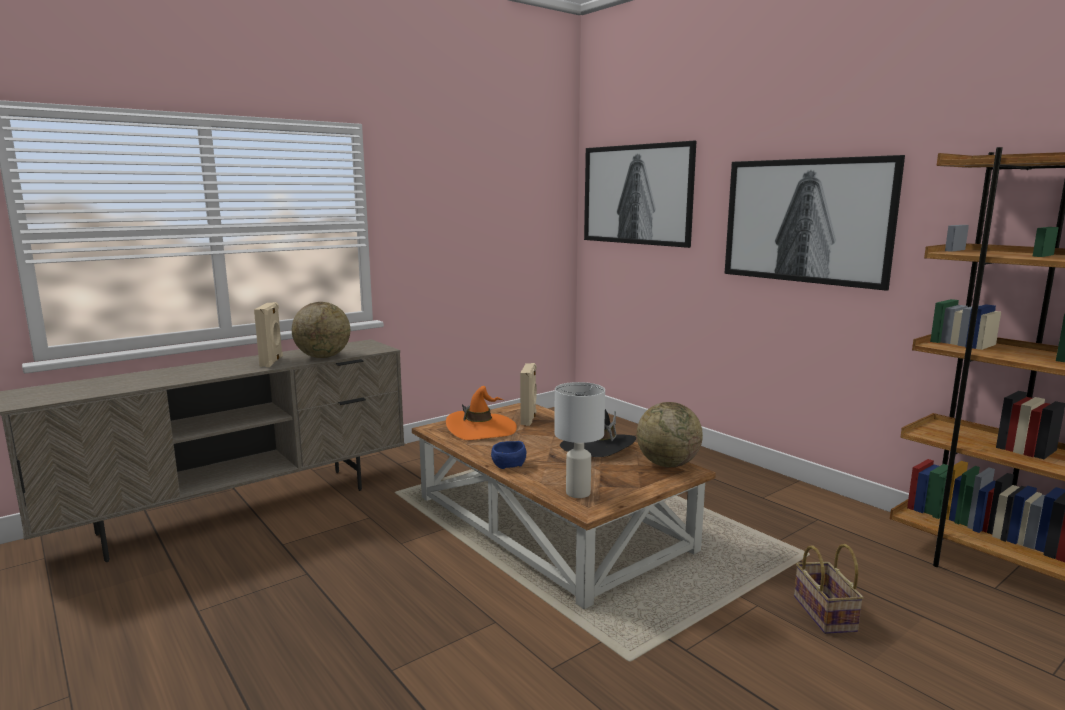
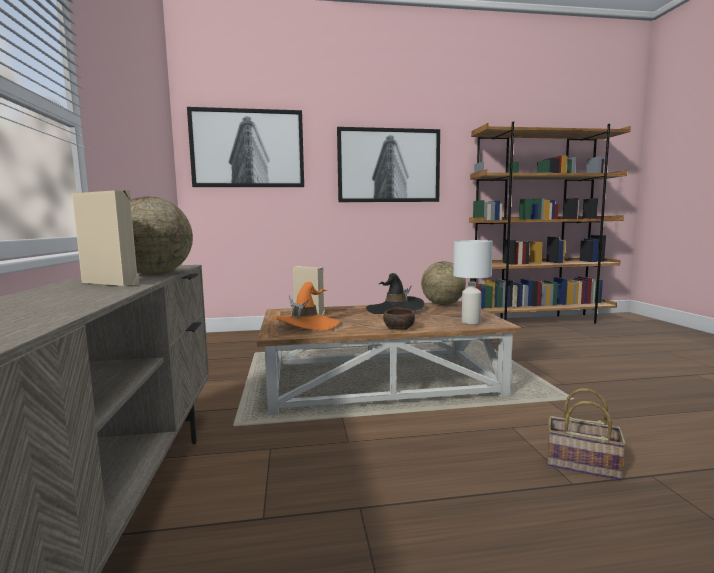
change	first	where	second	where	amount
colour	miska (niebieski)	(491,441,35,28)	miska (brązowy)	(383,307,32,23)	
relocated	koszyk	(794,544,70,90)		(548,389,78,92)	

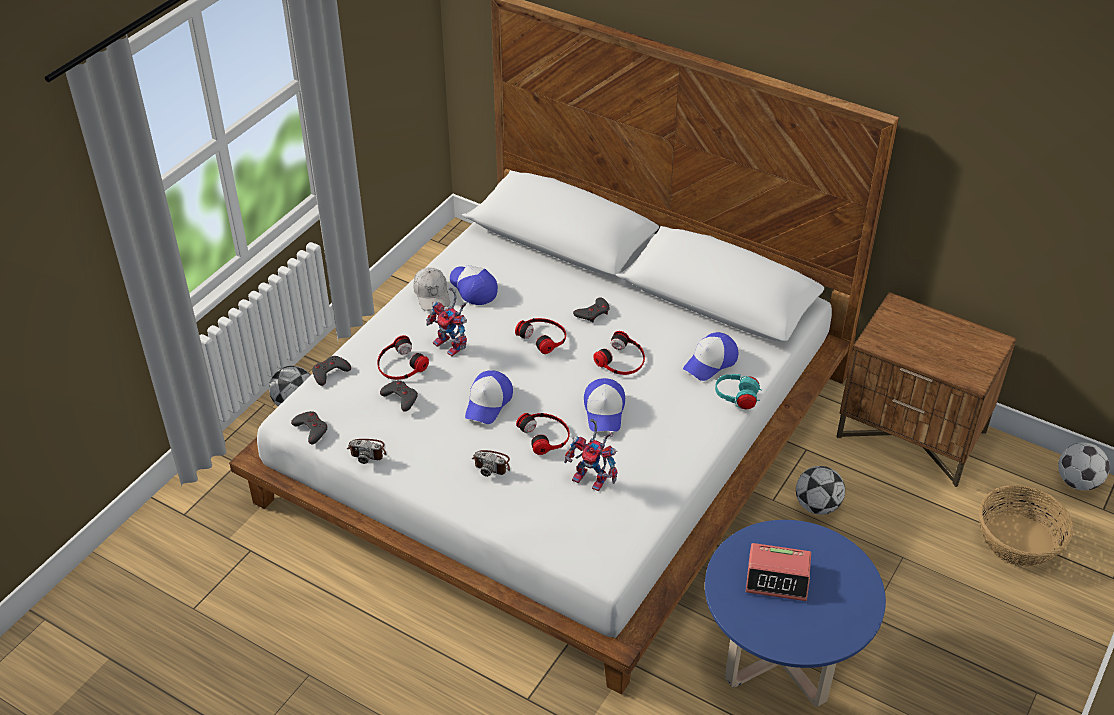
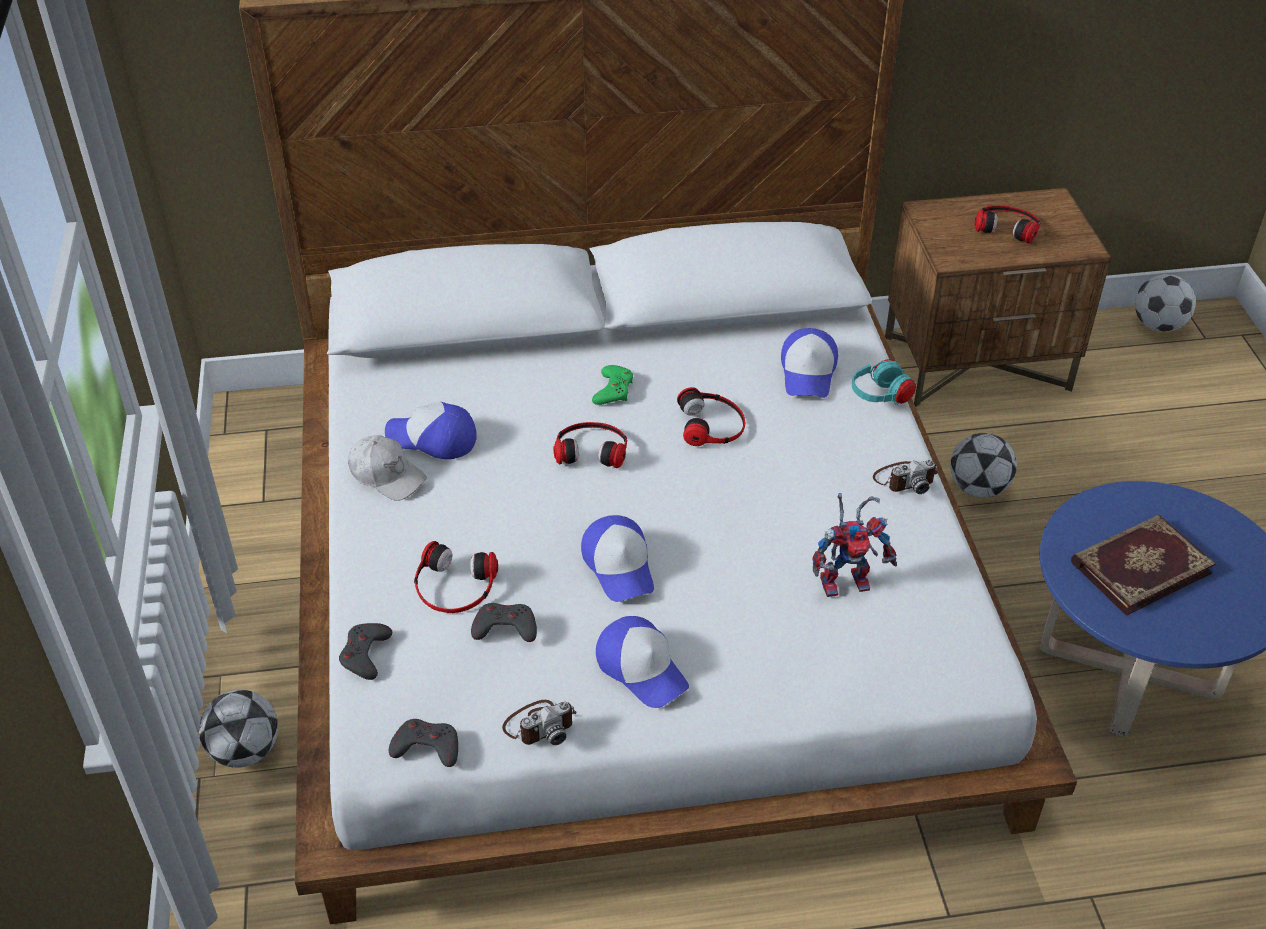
change	first	where	second	where	amount
missing	robot zabawkowy	(426,287,41,69)			
colour	pad do gier (szary)	(573,298,37,25)	pad do gier (zielony)	(592,365,41,40)	
relocated	czapka z daszkiem	(584,378,41,54)		(596,616,93,92)	
relocated	słuchawki	(516,413,54,42)		(975,205,65,38)	
relocated	aparat fotograficzny	(471,450,39,27)		(873,460,65,34)	
missing	koszyk	(979,485,94,82)			
exchanged	budzik	(746,543,65,58)	książka	(1071,515,145,101)	

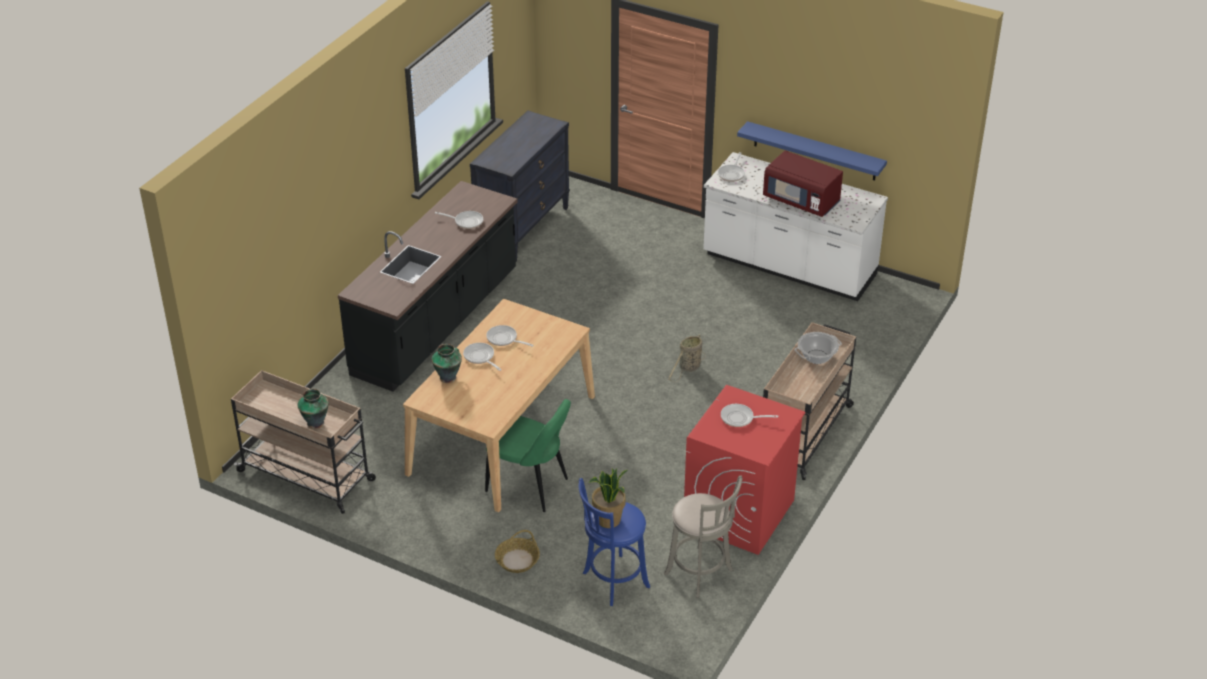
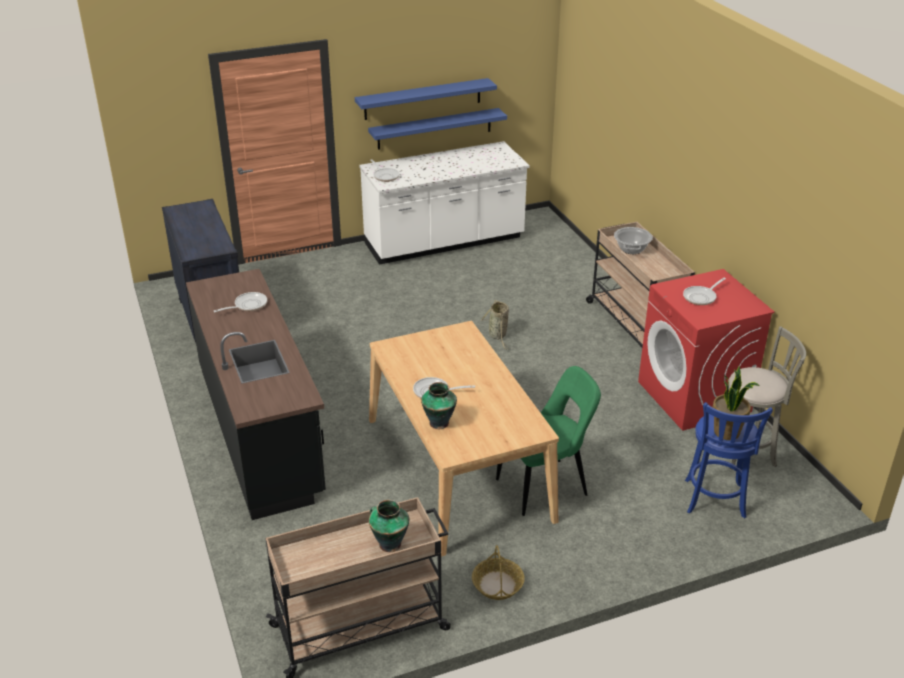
change	first	where	second	where	amount
missing	mikrofalówka (czerwony)	(763,150,80,67)			
missing	patelnia	(486,325,48,22)			
relocated	koszyk	(495,530,45,43)		(472,545,53,55)	
appeared			półka (niebieski)	(355,78,142,42)	

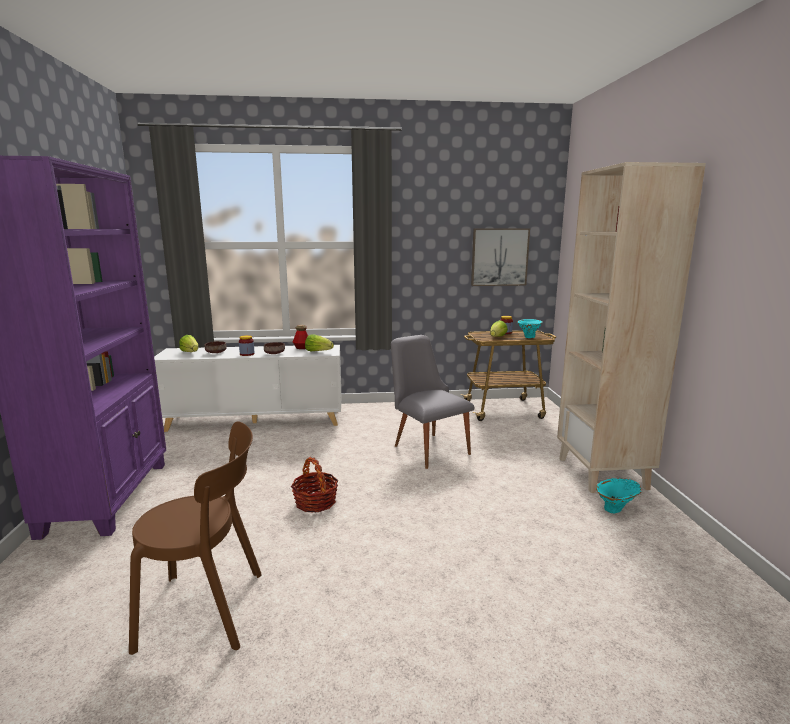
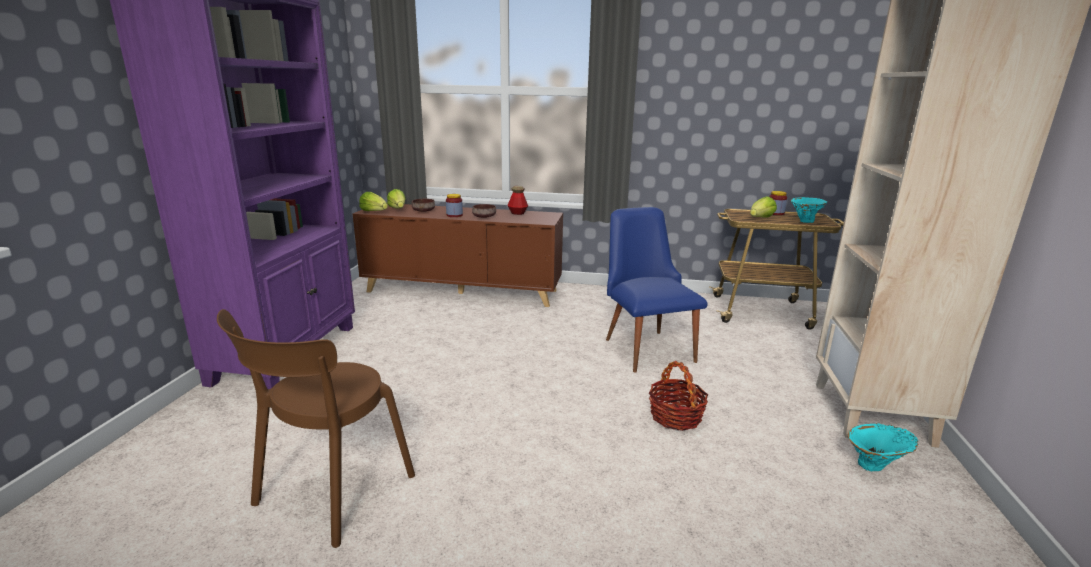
change	first	where	second	where	amount
missing	obraz	(471,228,59,58)			
relocated	sałata	(305,334,29,17)		(359,192,29,19)	
colour	krzesło (szary)	(391,335,84,134)	krzesło (niebieski)	(606,207,102,166)	
colour	szafka (biały)	(154,345,187,87)	szafka (brązowy)	(352,204,211,103)	
spun	krzesło (brązowy)	(129,421,133,234)		(217,309,198,239)	105 degrees clockwise
relocated	koszyk	(291,457,47,55)		(649,361,59,70)	

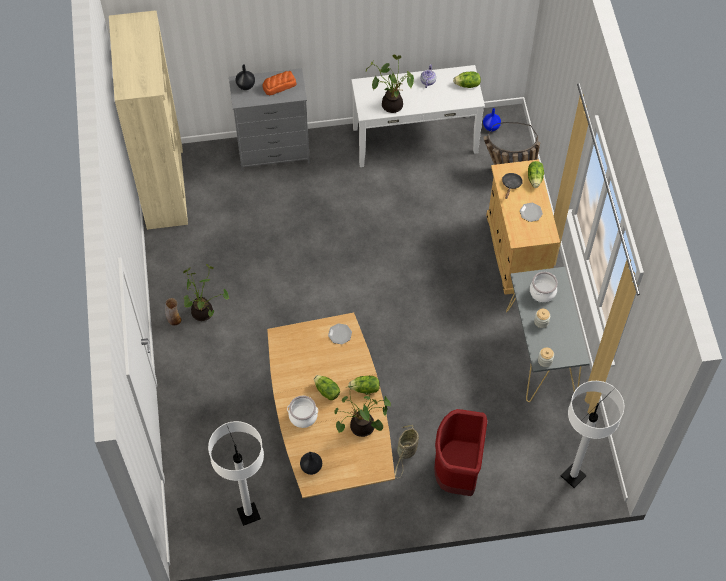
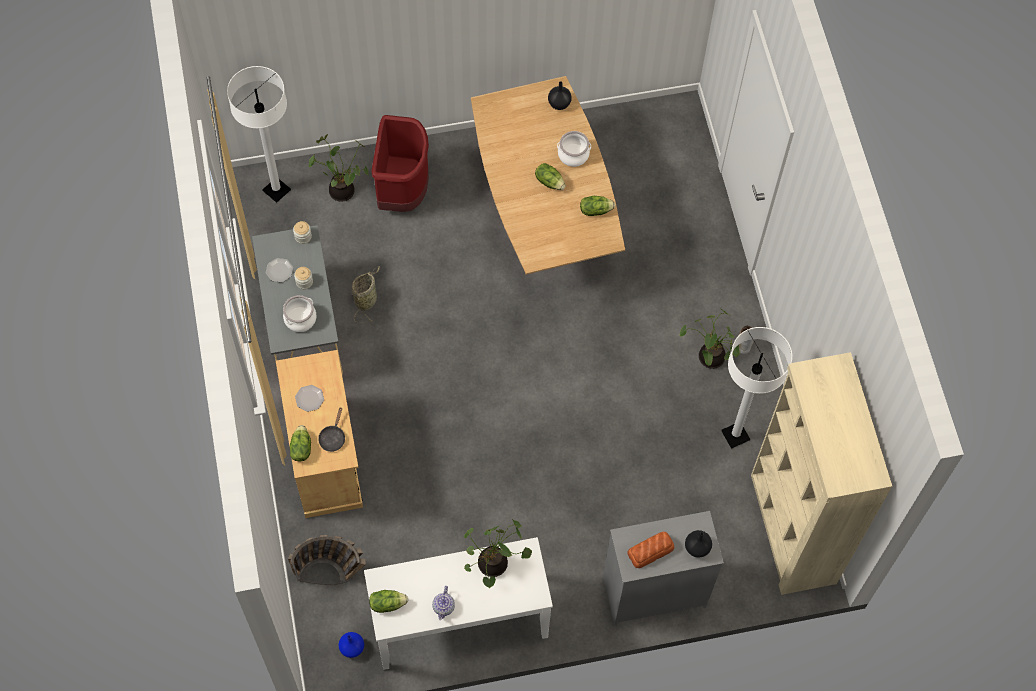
change	first	where	second	where	amount
relocated	talerz	(328,323,24,21)		(266,258,27,24)	
relocated	sałata	(348,376,32,18)		(580,196,35,20)	
relocated	roślina doniczkowa	(334,385,57,52)		(309,134,59,68)	
relocated	lampa stojąca (biały)	(208,421,56,105)		(721,327,71,122)	
relocated	koszyk	(395,424,24,54)		(352,266,28,57)	

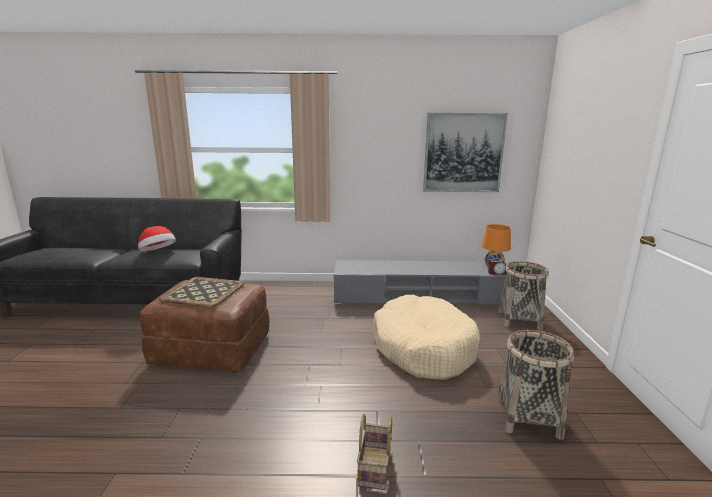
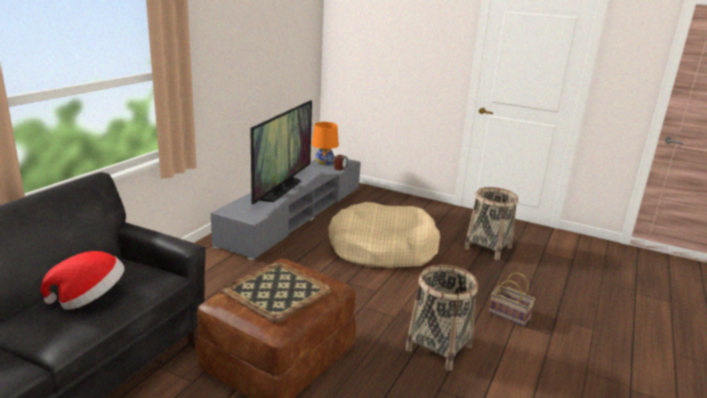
change	first	where	second	where	amount
missing	obraz	(423,113,85,79)			
relocated	koszyk	(499,261,50,69)		(405,265,73,106)	
appeared			telewizor	(250,100,62,104)	

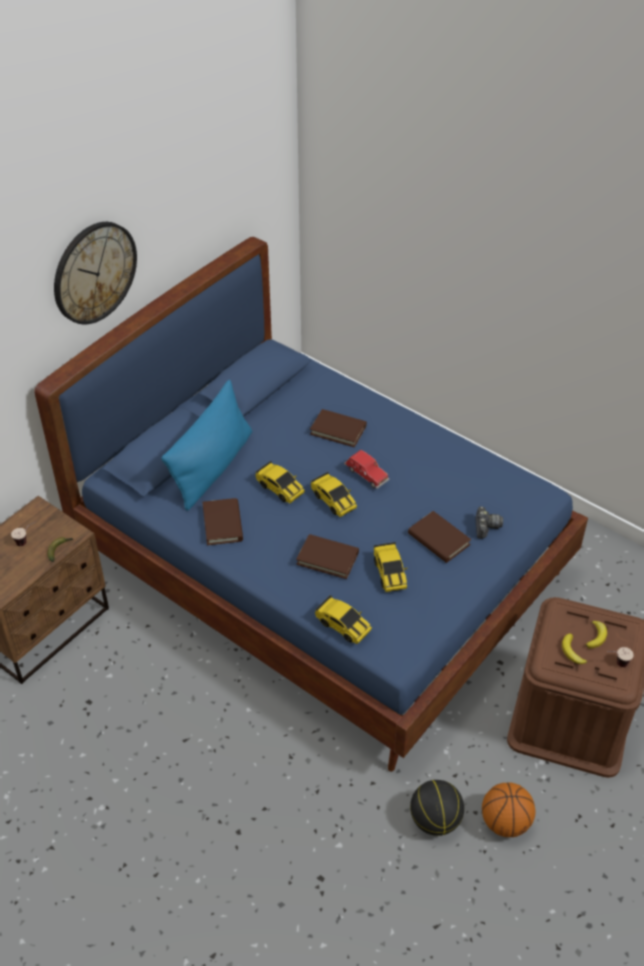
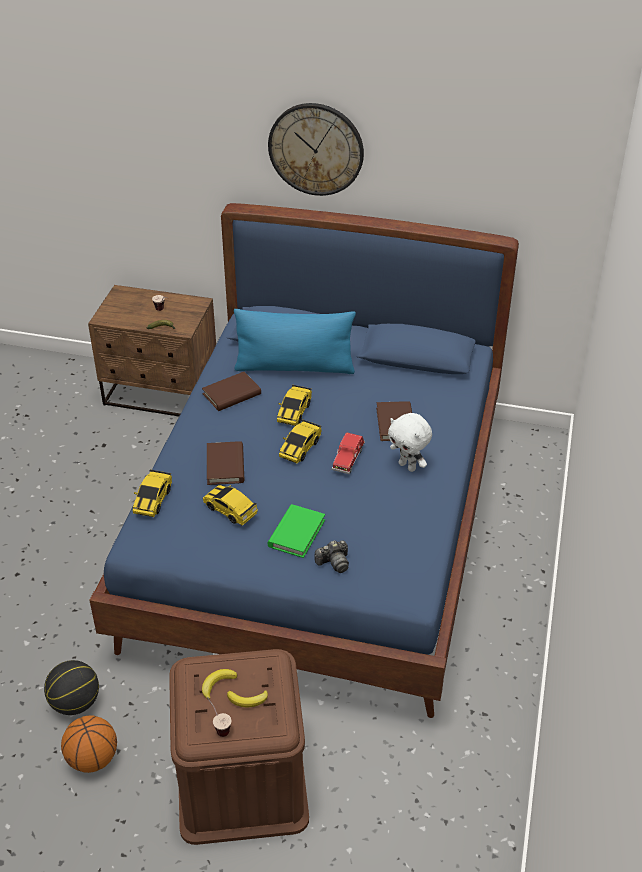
change	first	where	second	where	amount
colour	książka (brązowy)	(408,511,63,52)	książka (zielony)	(268,504,57,54)	
spun	samochodzik	(374,542,33,50)		(203,485,55,41)	75 degrees clockwise
appeared			pluszak (biały)	(388,413,44,59)	

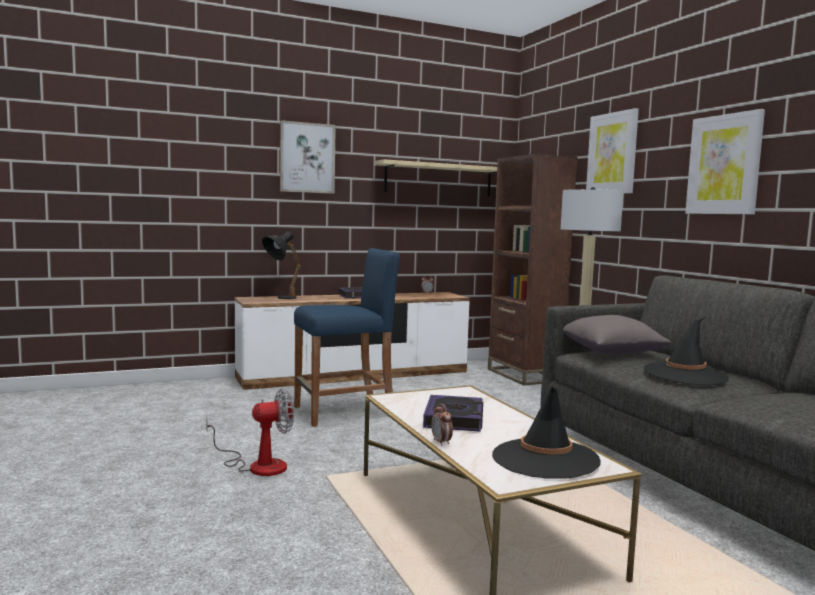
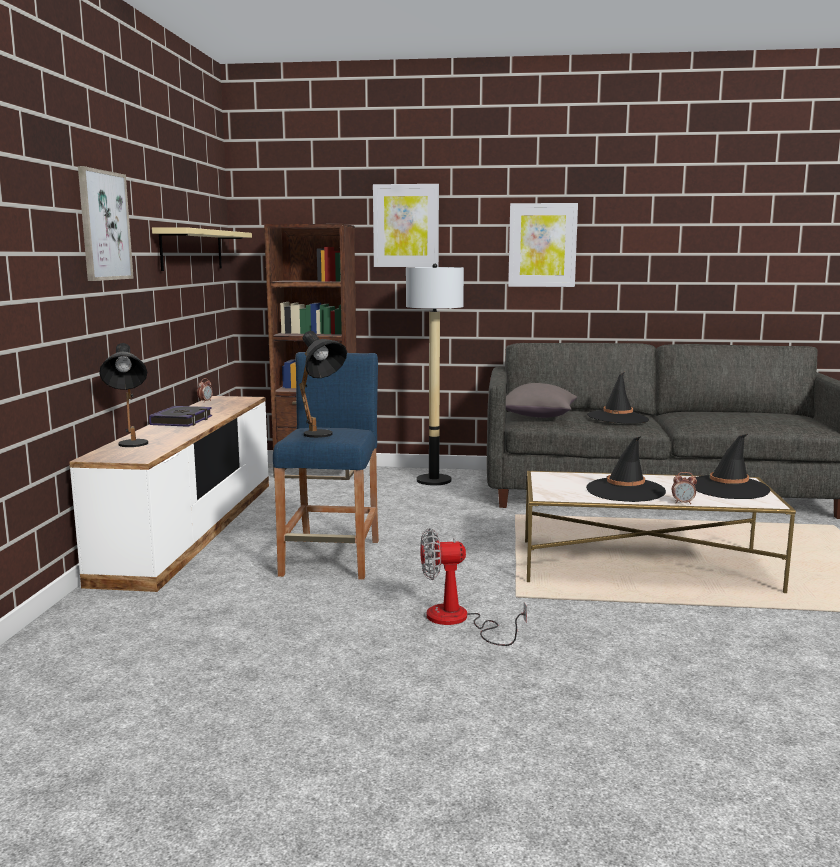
change	first	where	second	where	amount
spun	wentylator	(206,388,88,88)		(420,528,107,118)	105 degrees counterclockwise
exchanged	książka	(423,395,60,37)	kapelusz (czarny)	(586,436,80,66)	
appeared			lampa stołowa (czarny)	(299,331,48,107)	

